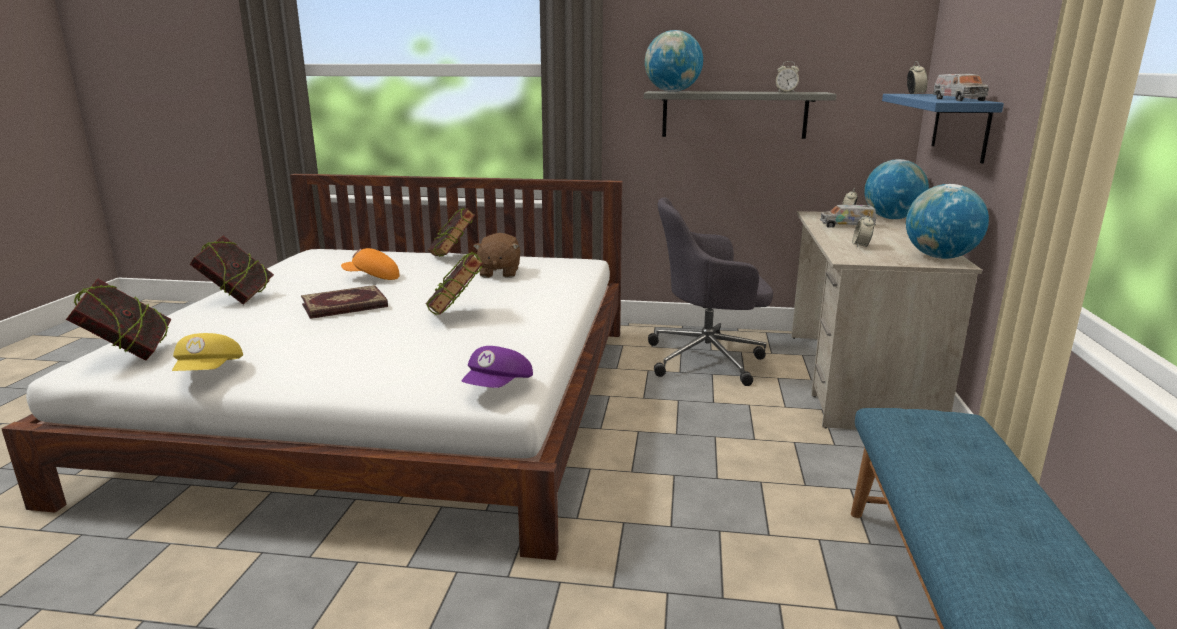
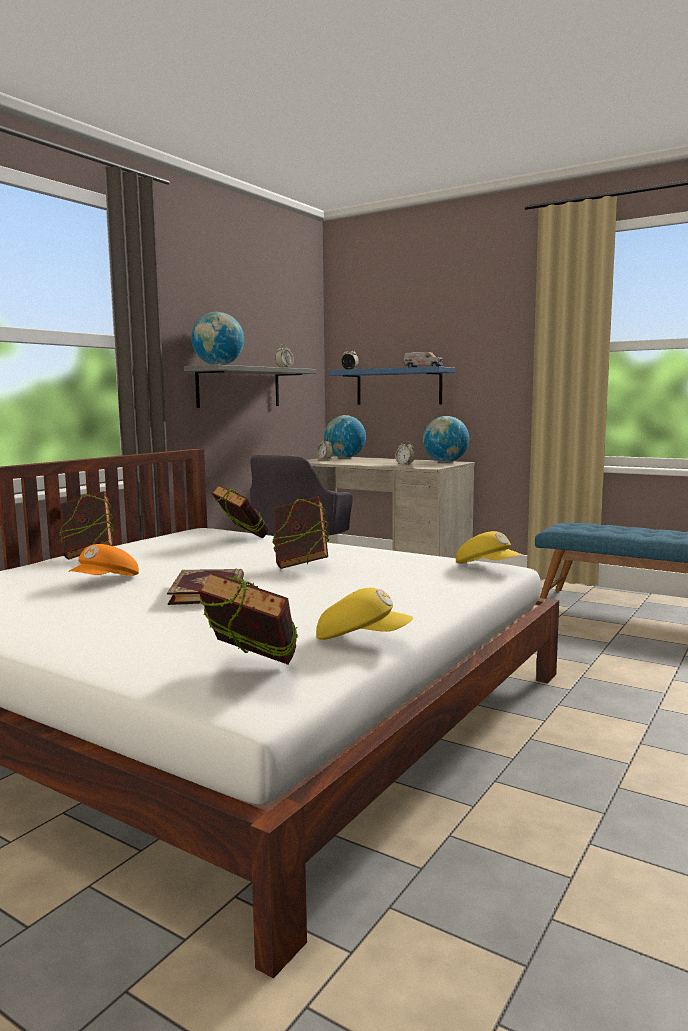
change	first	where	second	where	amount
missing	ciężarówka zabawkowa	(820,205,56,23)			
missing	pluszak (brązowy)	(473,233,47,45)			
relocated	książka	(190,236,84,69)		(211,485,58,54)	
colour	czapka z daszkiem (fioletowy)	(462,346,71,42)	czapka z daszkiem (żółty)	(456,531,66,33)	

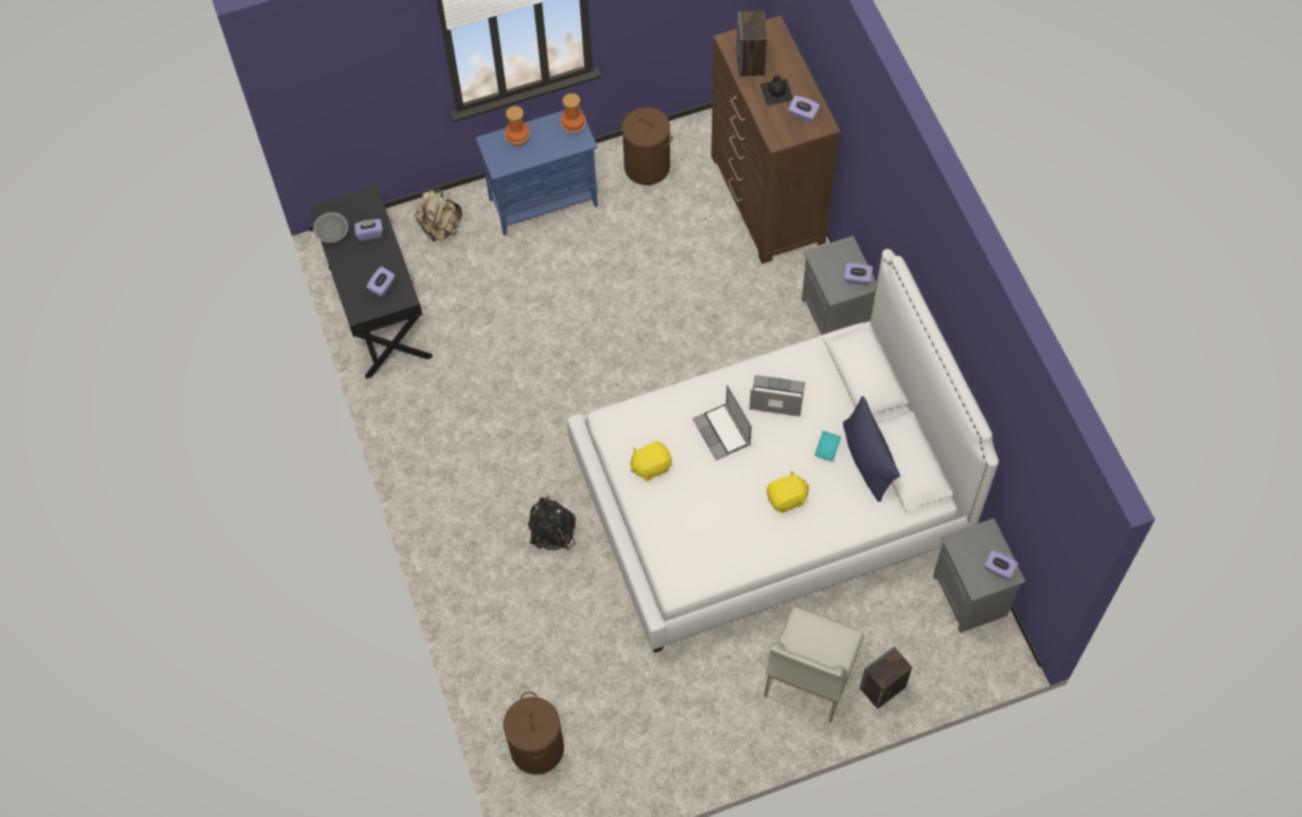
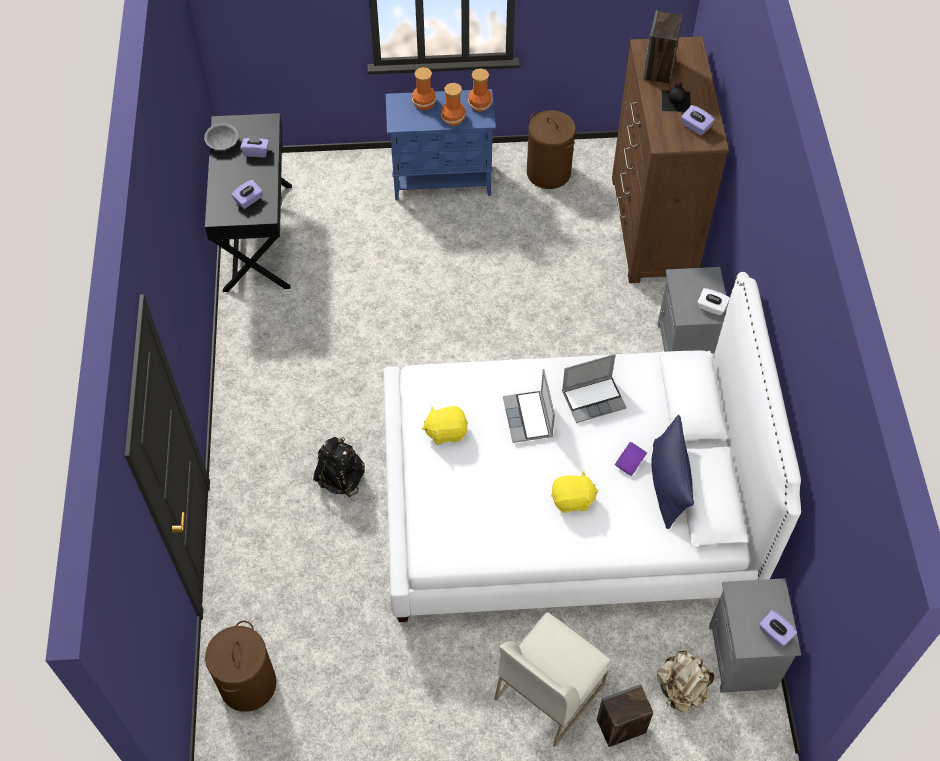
change	first	where	second	where	amount
relocated	plecak (beżowy)	(414,189,48,53)		(657,651,57,62)	
colour	pudełko chusteczek (fioletowy)	(844,263,29,22)	pudełko chusteczek (biały)	(698,288,32,28)	
spun	laptop	(749,375,56,42)		(562,354,65,69)	135 degrees clockwise
colour	książka (turkusowy)	(815,431,26,31)	książka (fioletowy)	(615,442,32,34)	
appeared			wazon	(441,83,25,43)	

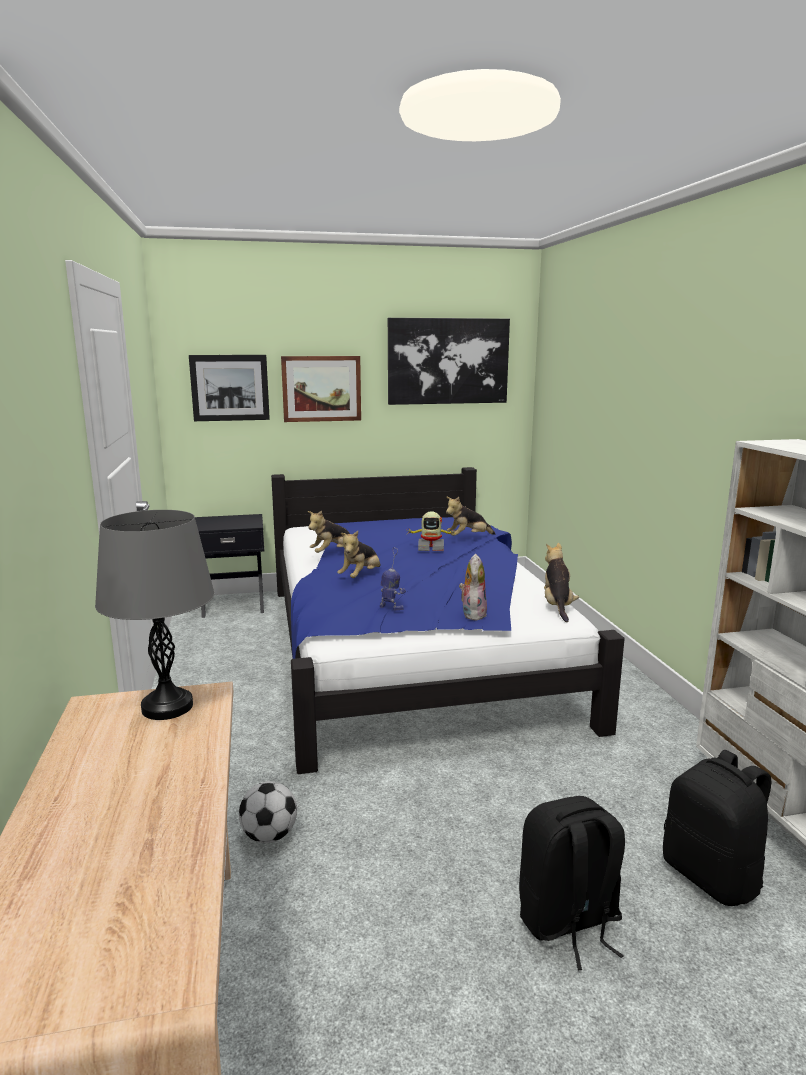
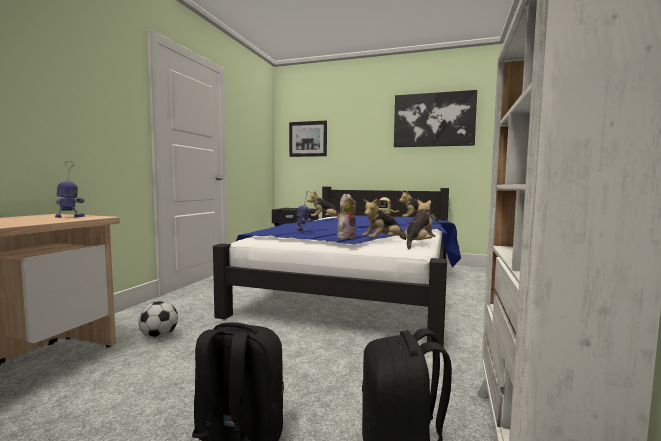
change	first	where	second	where	amount
missing	obraz	(281,356,80,66)			
exchanged	lampa stołowa (szary)	(95,510,120,210)	robot zabawkowy	(55,161,30,57)	
relocated	pluszak	(337,531,43,47)		(362,199,44,41)	

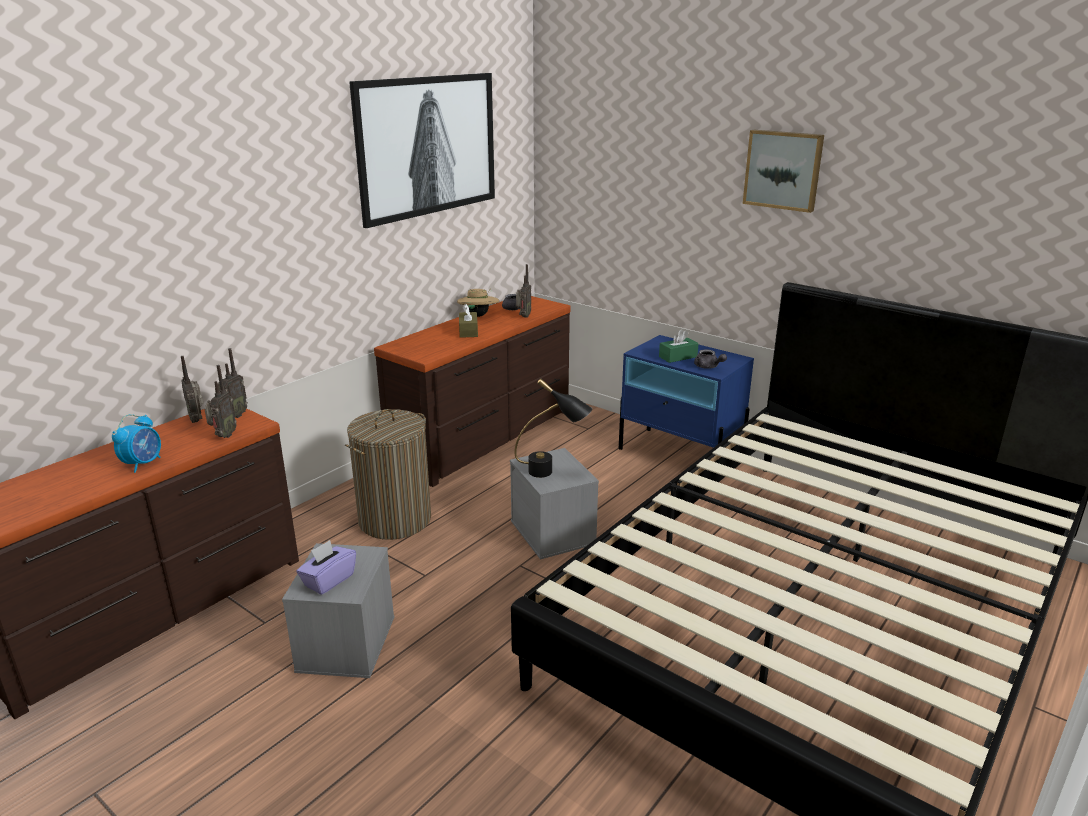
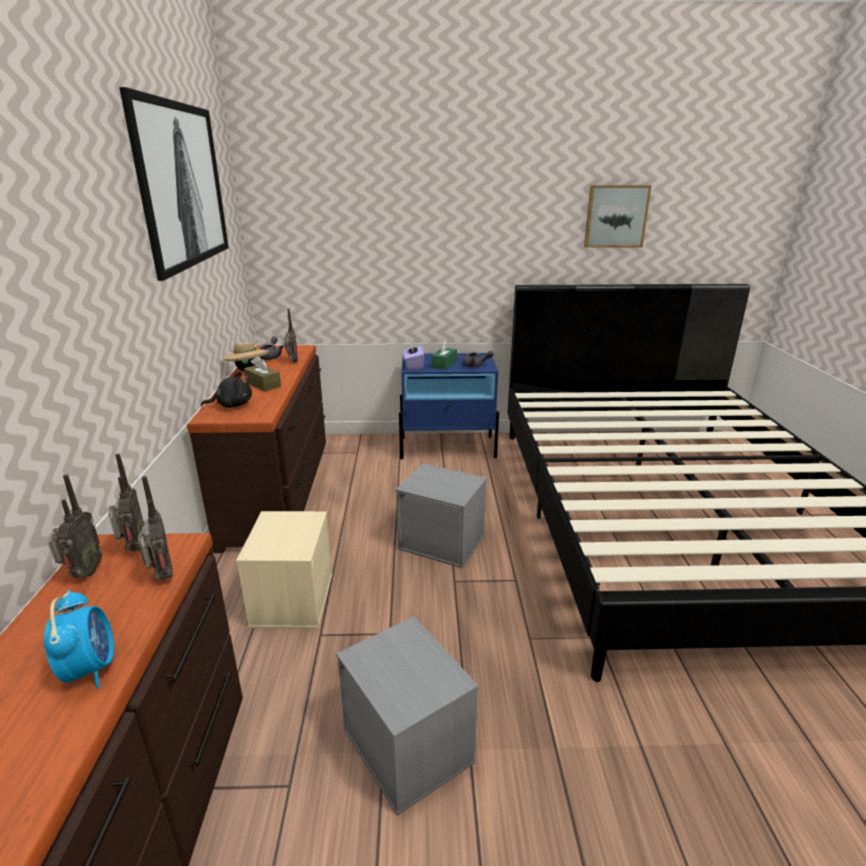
change	first	where	second	where	amount
relocated	obraz	(743,130,81,83)		(584,185,68,63)	
spun	radio	(181,356,23,67)		(48,474,54,104)	105 degrees counterclockwise
missing	lampa stołowa (czarny)	(514,378,78,100)			
exchanged	kosz na pranie	(345,409,86,131)	pojemnik do przechowywania (beżowy)	(236,511,97,118)	
relocated	pudełko chusteczek (fioletowy)	(296,540,60,55)		(403,341,21,29)	
appeared			pluszak (czarny)	(201,372,51,36)	

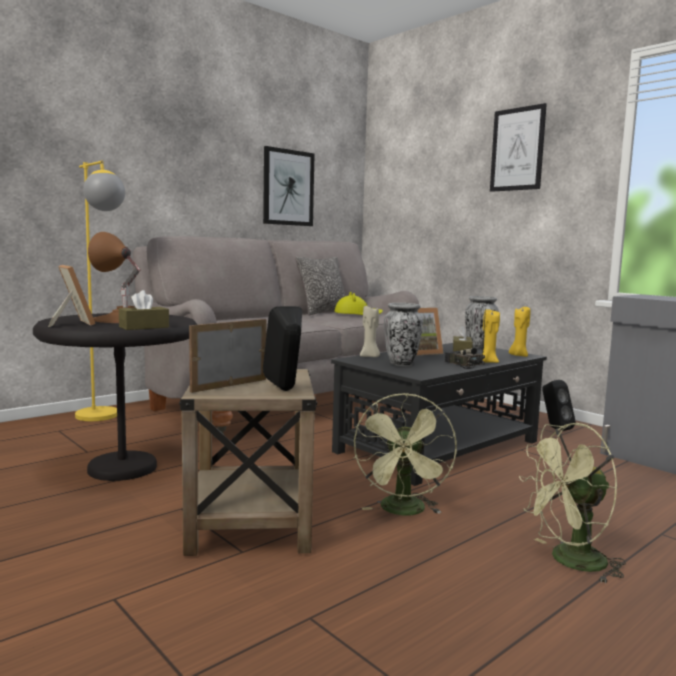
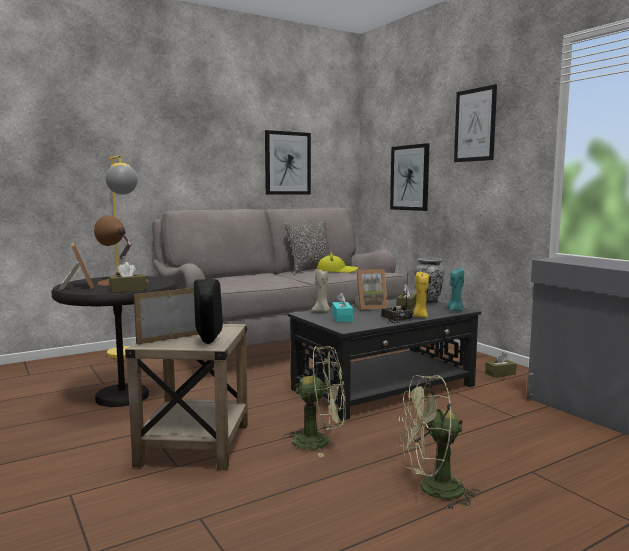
change	first	where	second	where	amount
exchanged	wazon	(384,303,39,63)	pudełko chusteczek (turkusowy)	(332,292,21,30)	
colour	świeca (żółty)	(509,307,22,50)	świeca (turkusowy)	(447,268,17,44)	
exchanged	głośnik (czarny)	(542,380,34,51)	pudełko chusteczek (brązowy)	(485,352,31,26)	
spun	wentylator (zielony)	(353,393,104,122)		(283,346,63,111)	105 degrees counterclockwise
appeared			obraz	(390,143,39,68)	

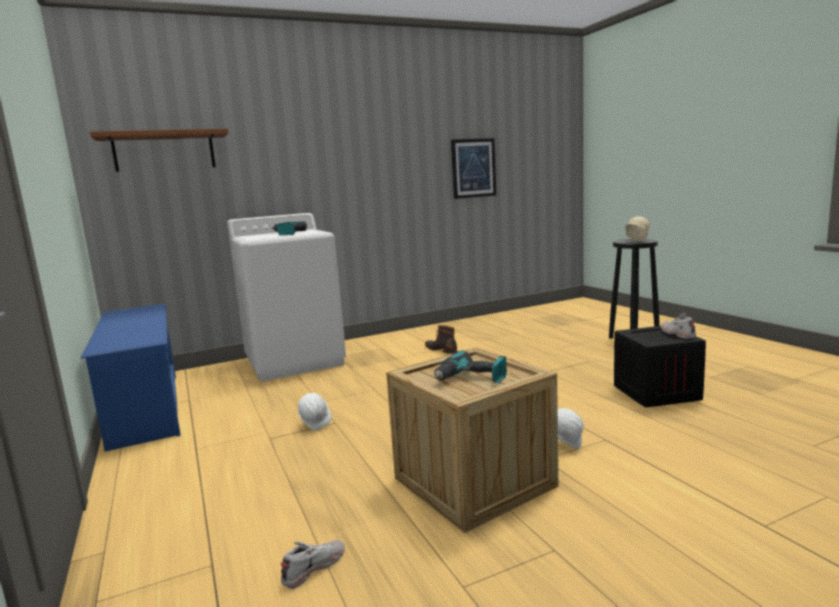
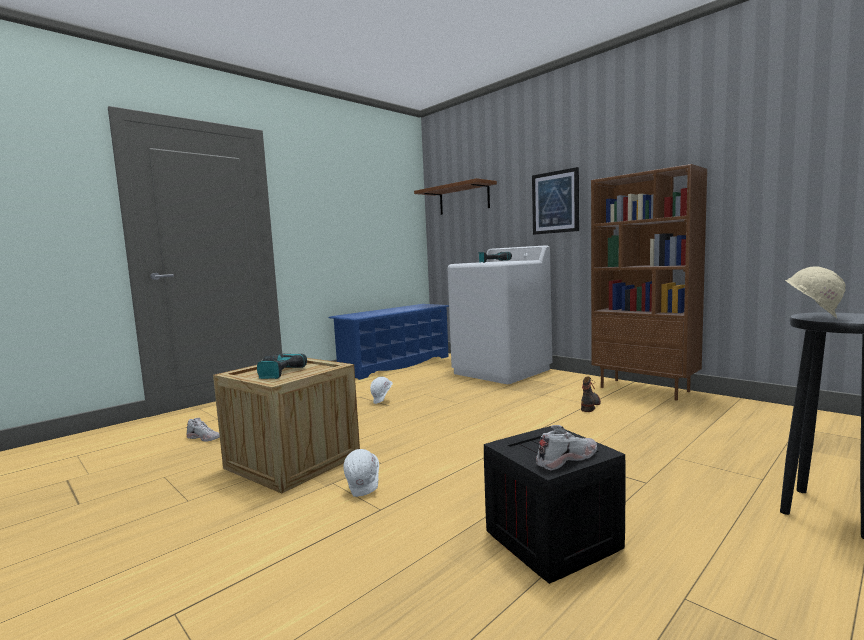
change	first	where	second	where	amount
relocated	obraz	(451,138,45,61)		(532,167,47,68)	
appeared			regał (brązowy)	(591,164,116,237)	

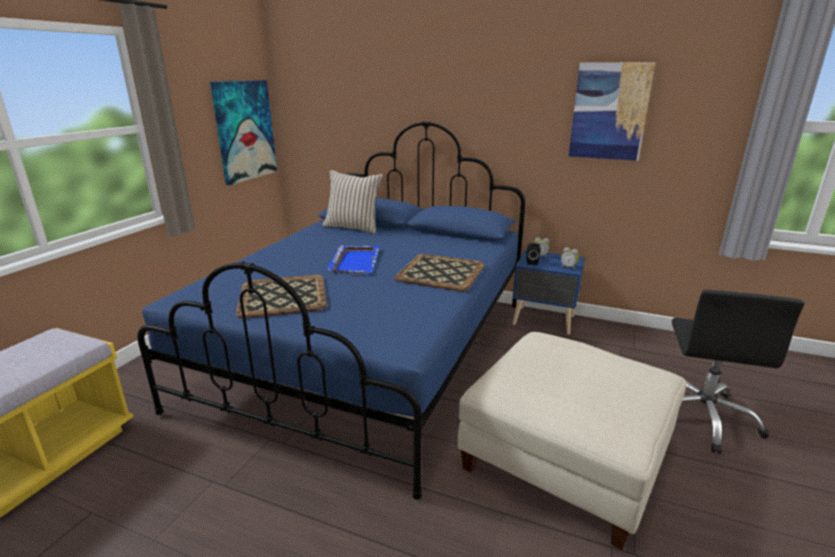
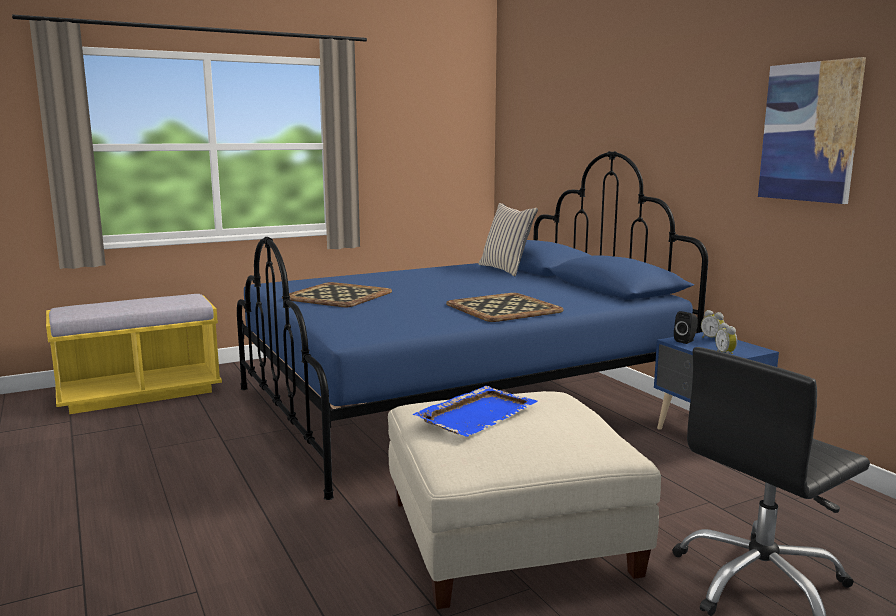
change	first	where	second	where	amount
missing	obraz	(210,80,67,105)			
relocated	taca (niebieski)	(327,245,53,28)		(413,386,125,51)	

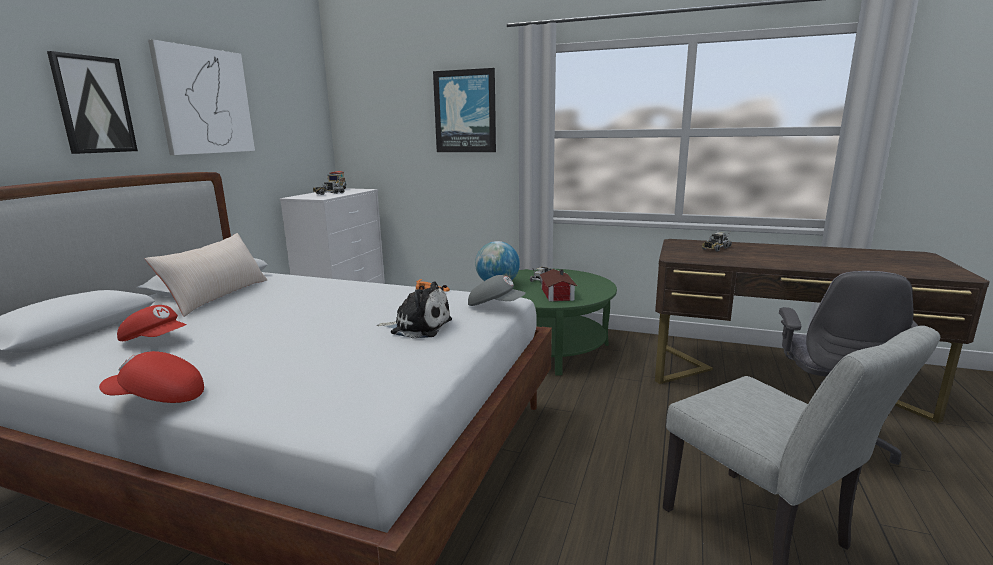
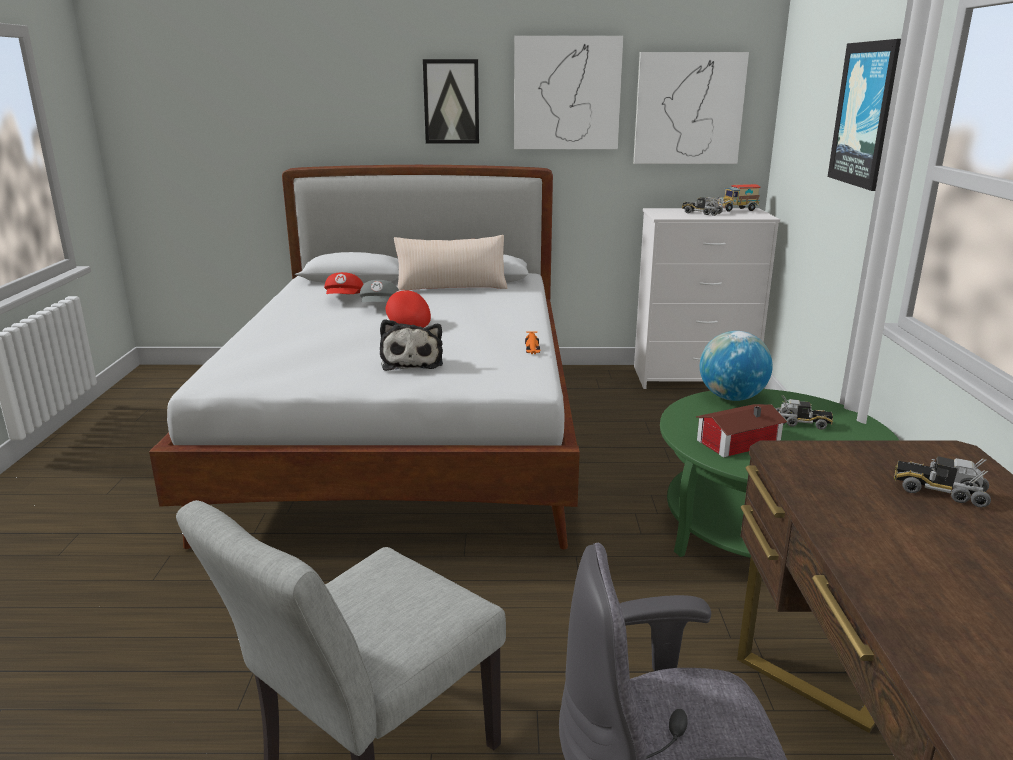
change	first	where	second	where	amount
relocated	czapka z daszkiem (szary)	(468,275,58,31)		(360,280,39,23)	
relocated	czapka z daszkiem (czerwony)	(99,351,105,52)		(385,290,46,38)	
appeared			obraz	(633,52,116,112)	

